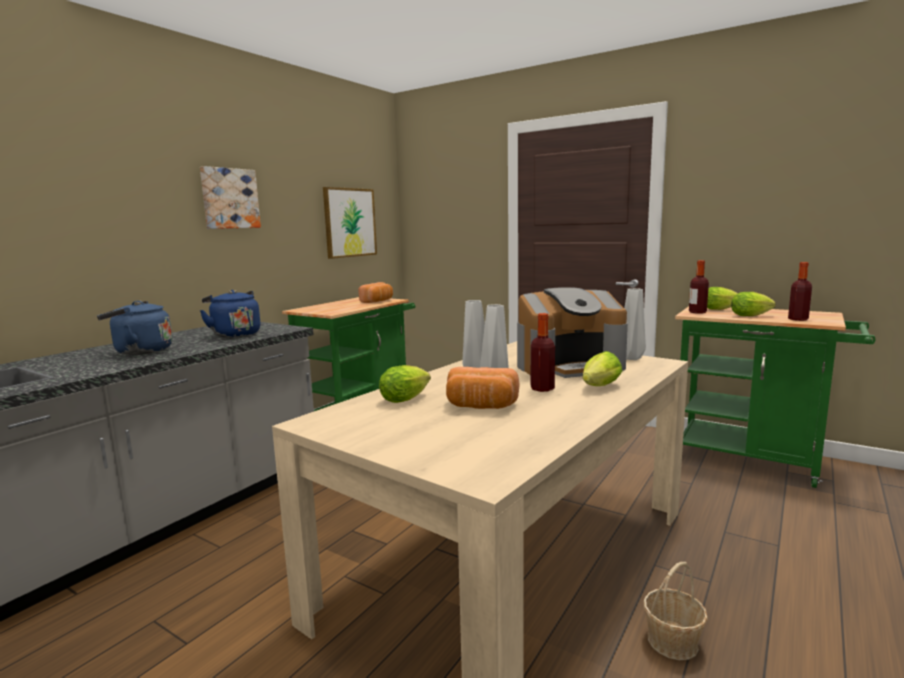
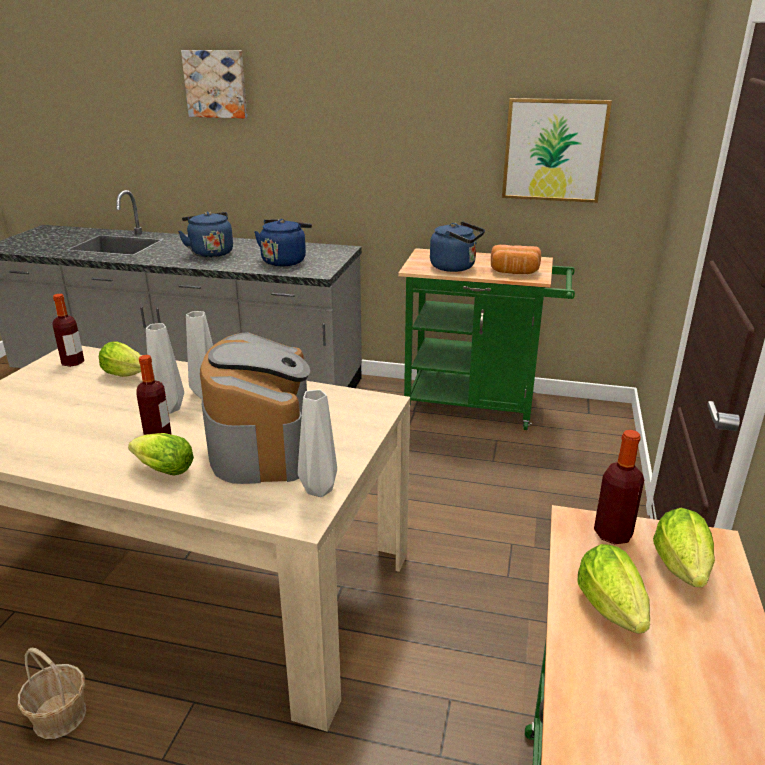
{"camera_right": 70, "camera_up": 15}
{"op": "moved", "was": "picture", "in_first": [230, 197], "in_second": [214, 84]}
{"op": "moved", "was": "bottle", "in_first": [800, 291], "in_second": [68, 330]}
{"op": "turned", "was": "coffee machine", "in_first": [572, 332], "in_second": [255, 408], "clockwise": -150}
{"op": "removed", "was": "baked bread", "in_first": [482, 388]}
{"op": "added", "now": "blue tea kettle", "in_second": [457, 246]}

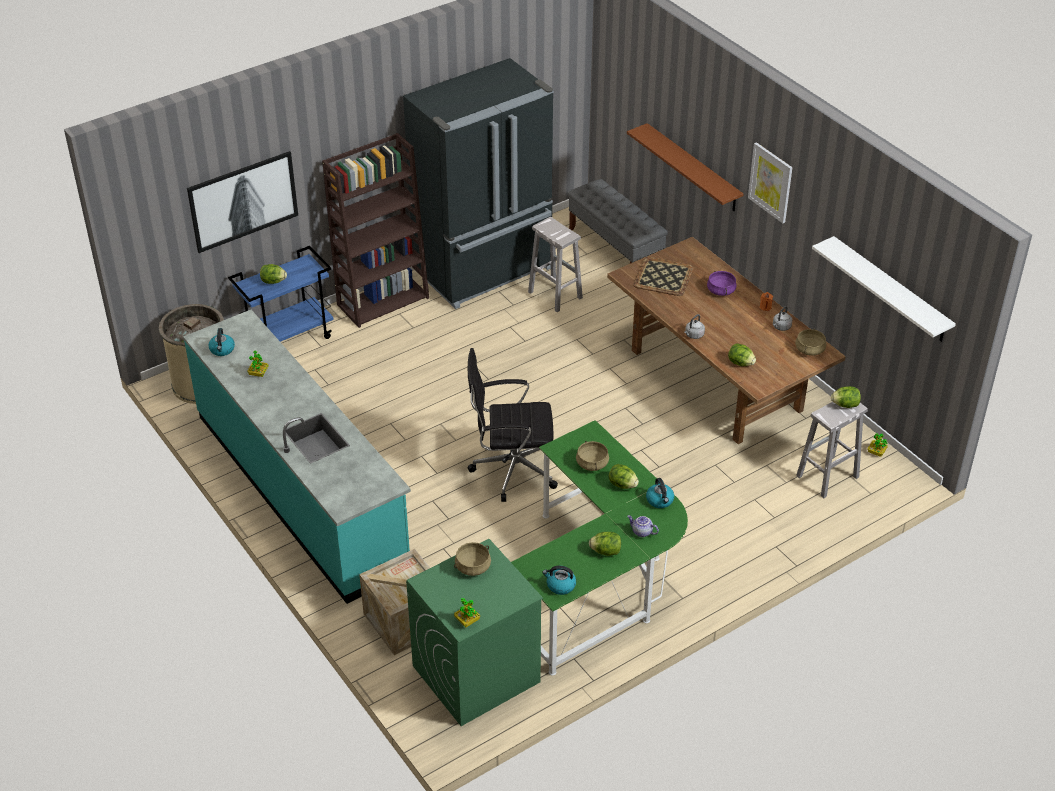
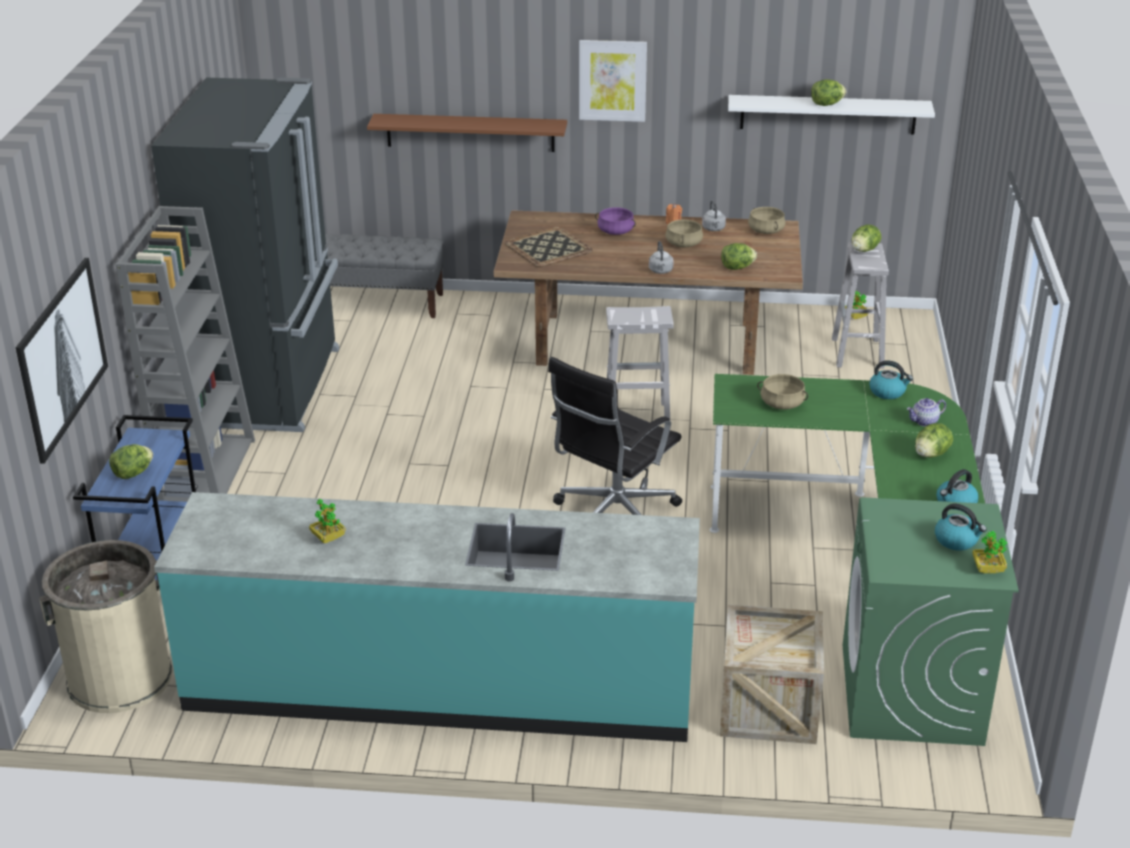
{"camera_right": -50, "camera_up": -10}
{"op": "recoloured", "was": "brownish bookcase", "now": "grey bookcase", "in_first": [375, 230], "in_second": [185, 354]}
{"op": "moved", "was": "whitish stool", "in_first": [555, 264], "in_second": [640, 367]}
{"op": "moved", "was": "tea kettle", "in_first": [222, 342], "in_second": [961, 527]}
{"op": "moved", "was": "head of lettuce", "in_first": [624, 476], "in_second": [828, 92]}
{"op": "moved", "was": "sand-coloured saucepot", "in_first": [472, 559], "in_second": [684, 233]}

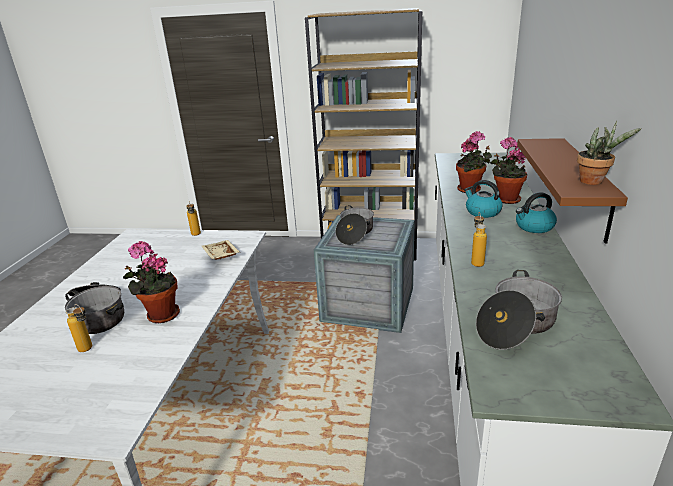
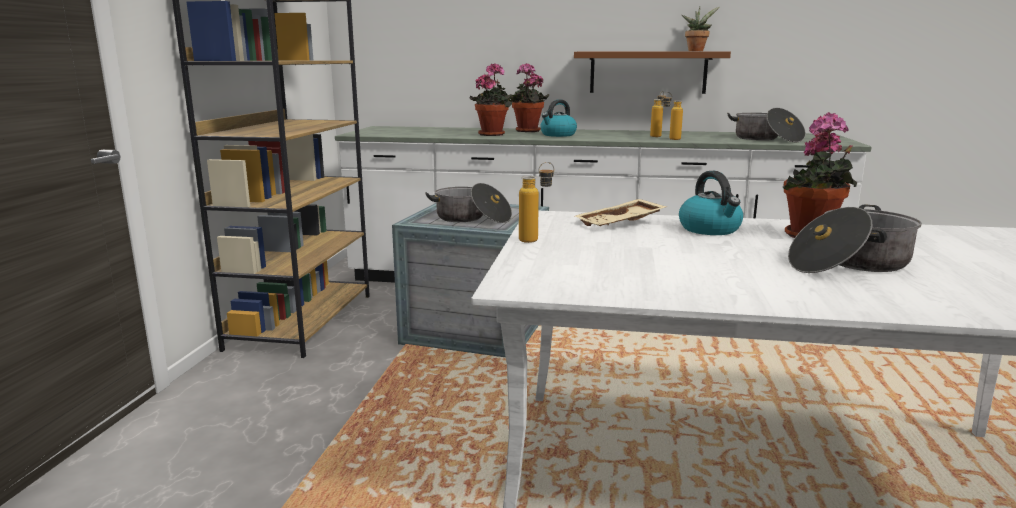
{"camera_right": -90, "camera_up": -10}
{"op": "moved", "was": "tea kettle", "in_first": [536, 212], "in_second": [711, 203]}
{"op": "moved", "was": "bottle", "in_first": [79, 328], "in_second": [658, 114]}

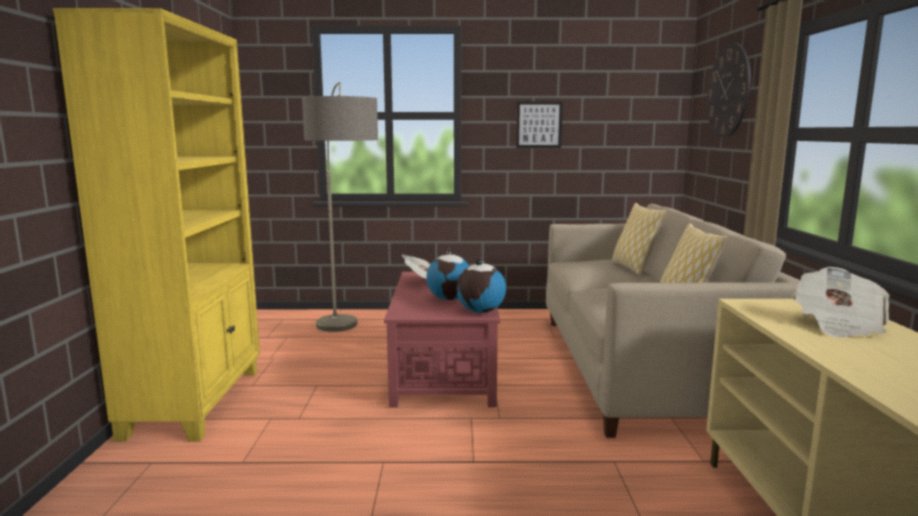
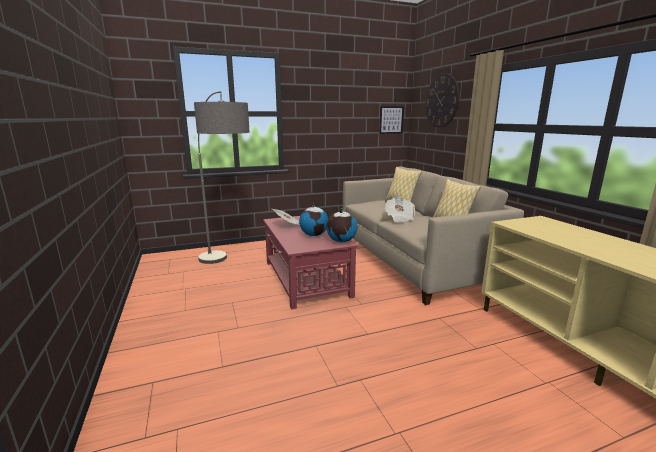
{"camera_right": -20, "camera_up": 5}
{"op": "removed", "was": "yellow-coloured bookcase", "in_first": [156, 225]}
{"op": "moved", "was": "picture", "in_first": [539, 125], "in_second": [391, 120]}
{"op": "moved", "was": "newspaper", "in_first": [841, 302], "in_second": [399, 210]}

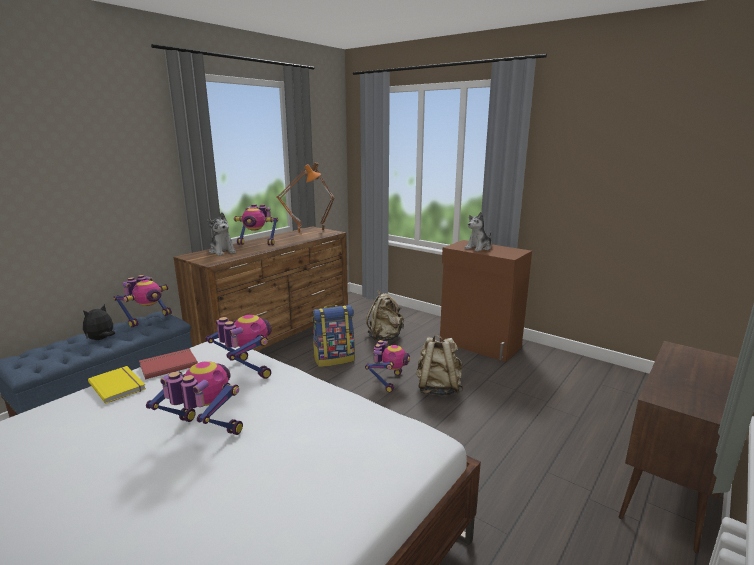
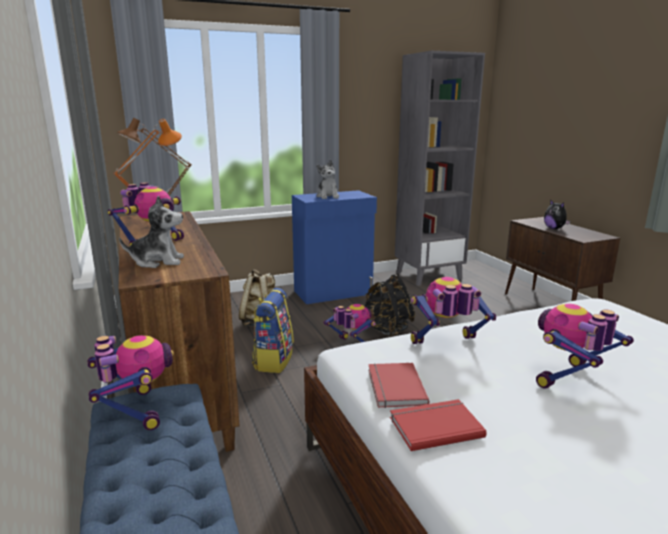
{"camera_right": -60, "camera_up": 0}
{"op": "recoloured", "was": "brownish cupboard", "now": "blue cupboard", "in_first": [486, 301], "in_second": [334, 247]}
{"op": "moved", "was": "soft toy", "in_first": [99, 322], "in_second": [557, 214]}
{"op": "recoloured", "was": "sand-coloured rucksack", "now": "black-coloured rucksack", "in_first": [439, 365], "in_second": [390, 306]}
{"op": "recoloured", "was": "yellow-coloured bound book", "now": "red-coloured bound book", "in_first": [117, 385], "in_second": [438, 425]}
{"op": "added", "now": "grey bookcase", "in_second": [440, 168]}

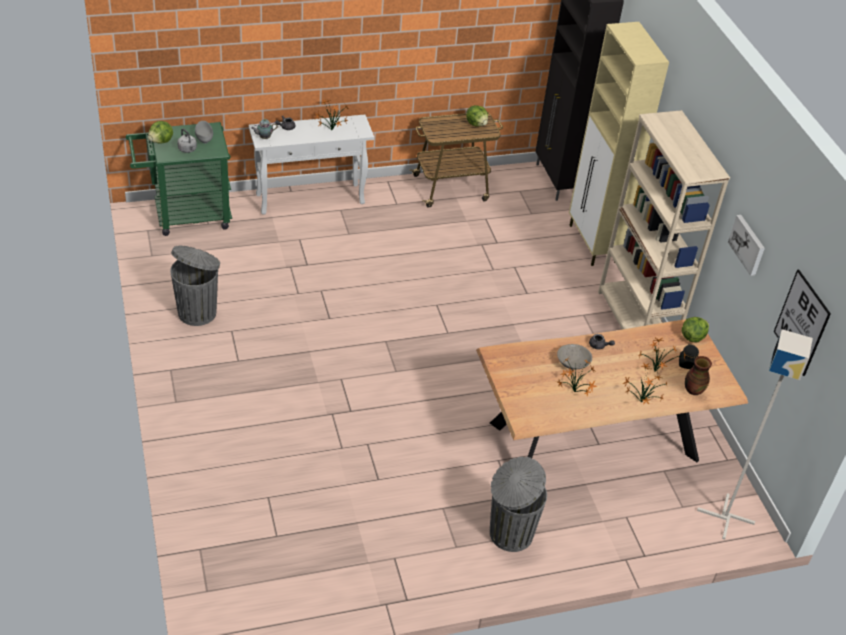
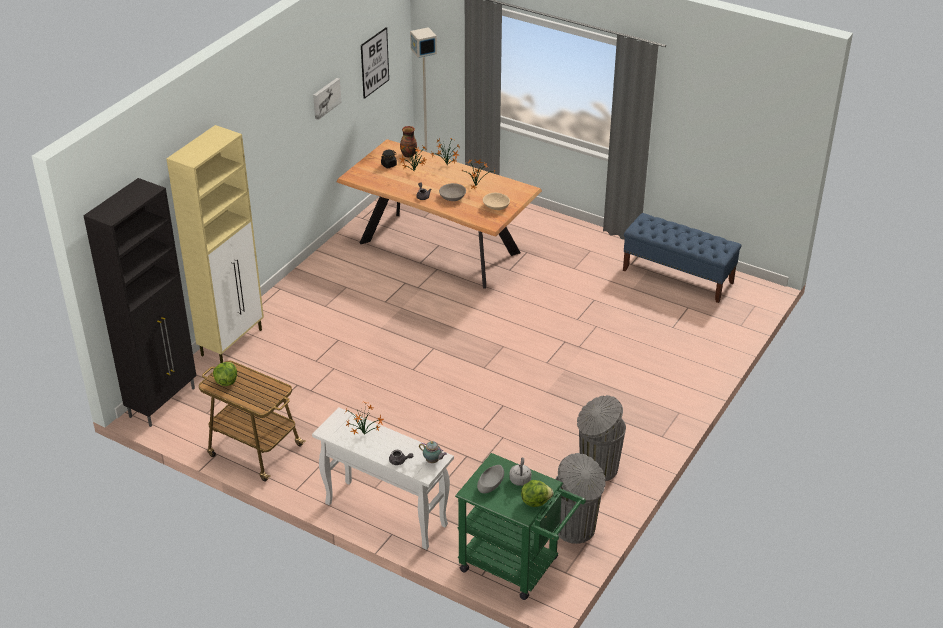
{"camera_right": -130, "camera_up": -5}
{"op": "removed", "was": "sand-coloured bookcase", "in_first": [664, 220]}
{"op": "removed", "was": "head of lettuce", "in_first": [695, 330]}
{"op": "moved", "was": "grey waste bin", "in_first": [518, 504], "in_second": [580, 498]}
{"op": "added", "now": "sand-coloured bowl", "in_second": [496, 201]}
{"op": "added", "now": "blue long seat", "in_second": [682, 258]}

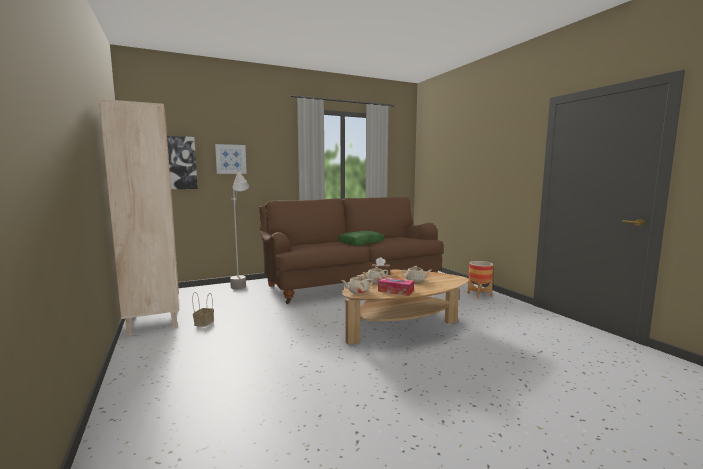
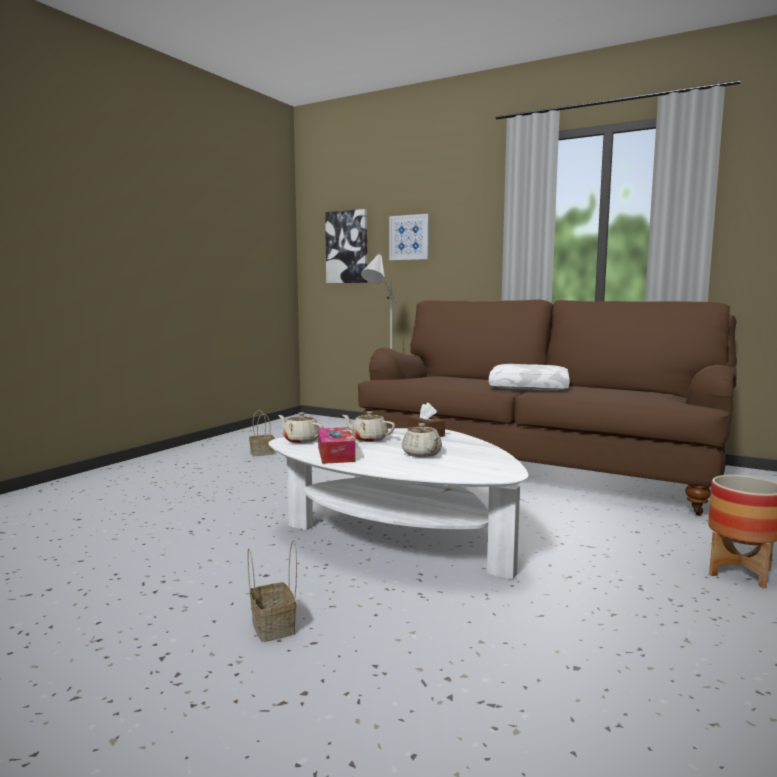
{"camera_right": 55, "camera_up": 0}
{"op": "removed", "was": "sand-coloured bookcase", "in_first": [139, 217]}
{"op": "recoloured", "was": "greenish pillow", "now": "whitish pillow", "in_first": [361, 238], "in_second": [529, 377]}
{"op": "recoloured", "was": "brownish coffee table", "now": "whitish coffee table", "in_first": [405, 307], "in_second": [398, 504]}
{"op": "added", "now": "household basket", "in_second": [272, 591]}

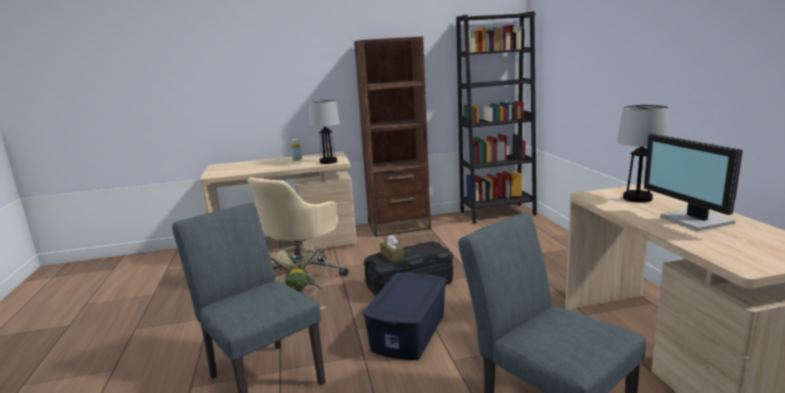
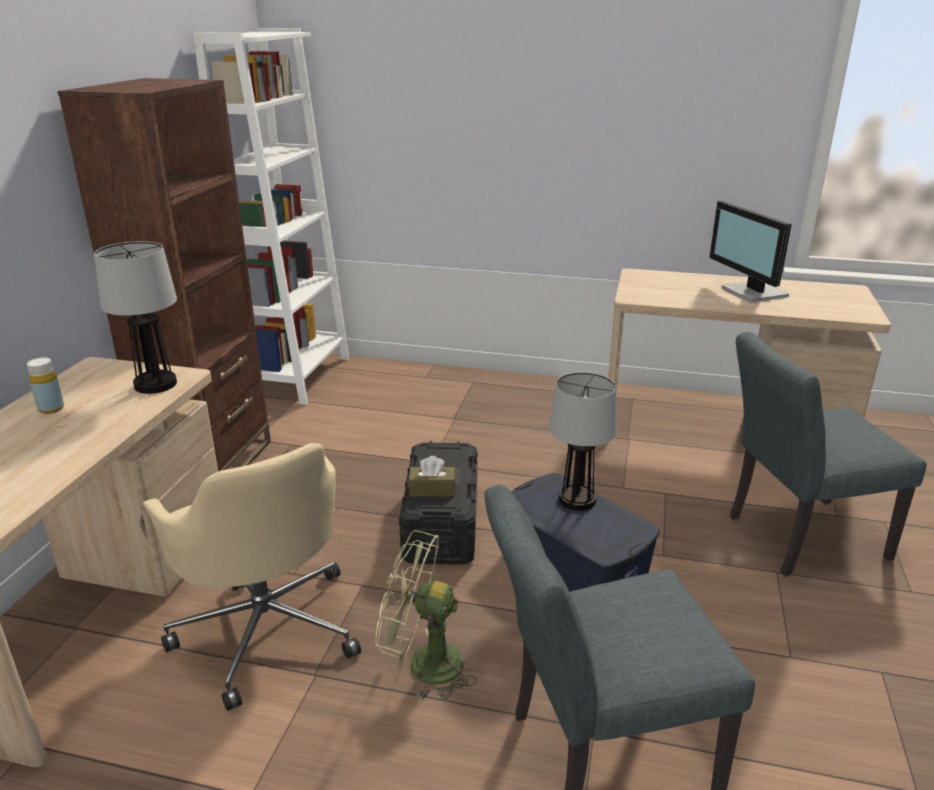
{"camera_right": -65, "camera_up": 10}
{"op": "recoloured", "was": "black-coloured bookcase", "now": "whitish bookcase", "in_first": [496, 117], "in_second": [271, 216]}
{"op": "moved", "was": "lamp for a table", "in_first": [643, 154], "in_second": [582, 441]}
{"op": "turned", "was": "monitor", "in_first": [693, 182], "in_second": [750, 252], "clockwise": 60}

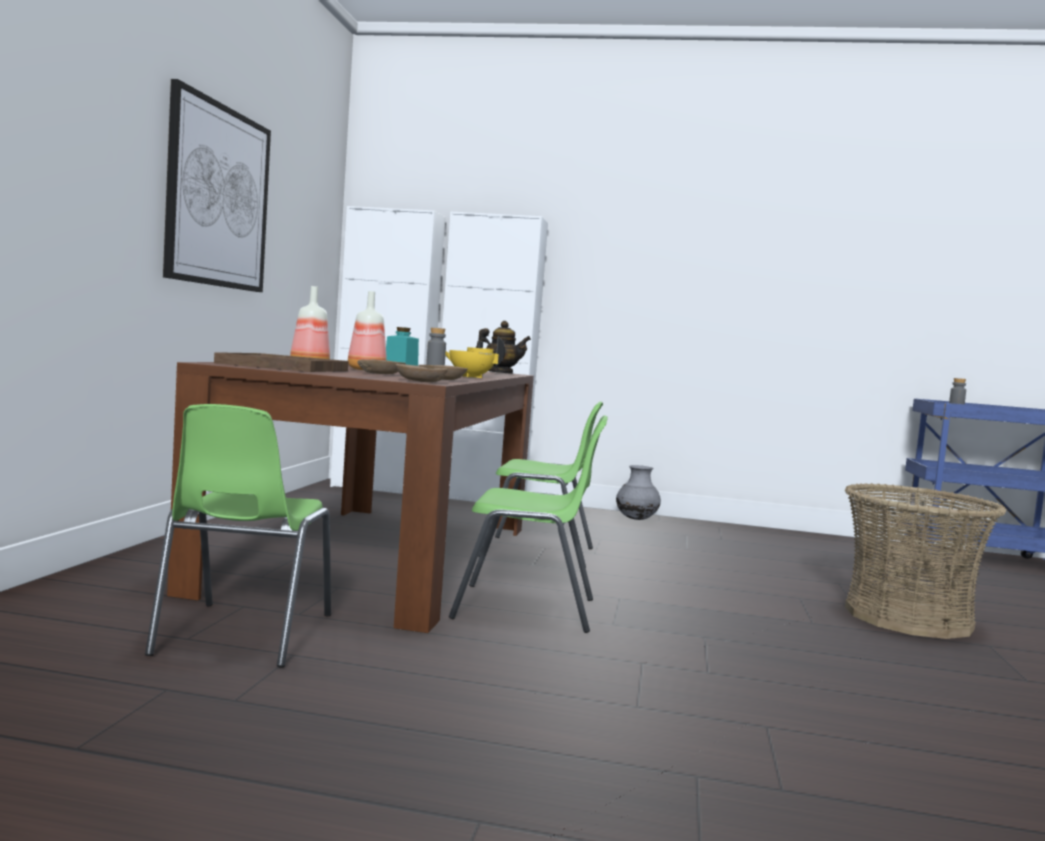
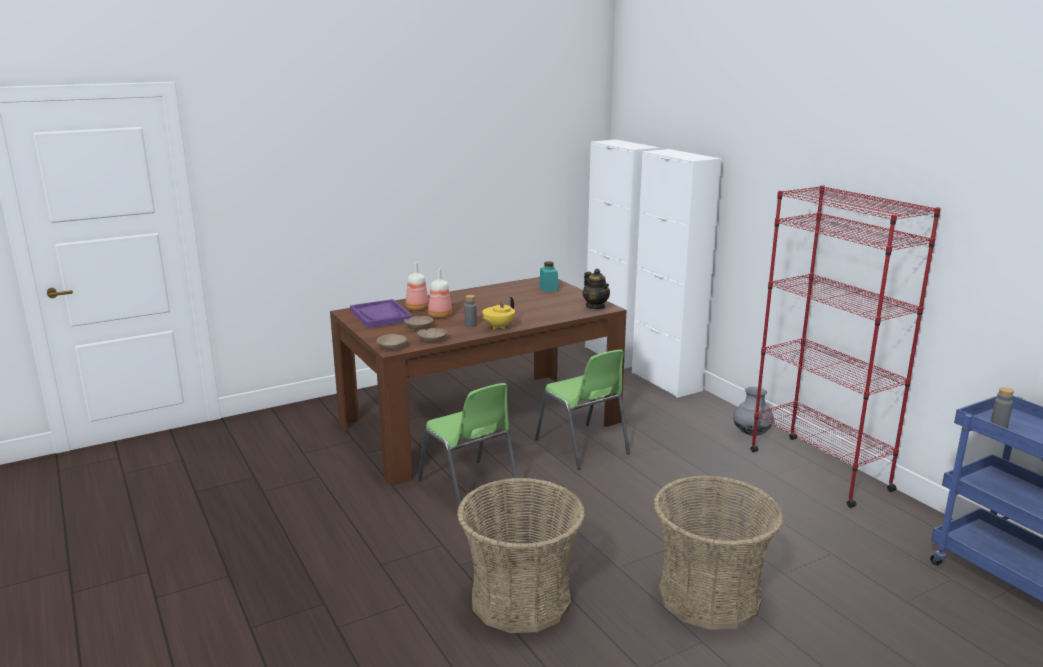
{"camera_right": 50, "camera_up": 15}
{"op": "removed", "was": "picture", "in_first": [217, 185]}
{"op": "turned", "was": "yellow-coloured tea pot", "in_first": [475, 357], "in_second": [498, 313], "clockwise": -120}
{"op": "recoloured", "was": "brownish serving tray", "now": "purple serving tray", "in_first": [281, 362], "in_second": [381, 313]}
{"op": "removed", "was": "greenish chair", "in_first": [238, 536]}
{"op": "added", "now": "red-coloured bookcase", "in_second": [845, 346]}
{"op": "added", "now": "household basket", "in_second": [521, 555]}

